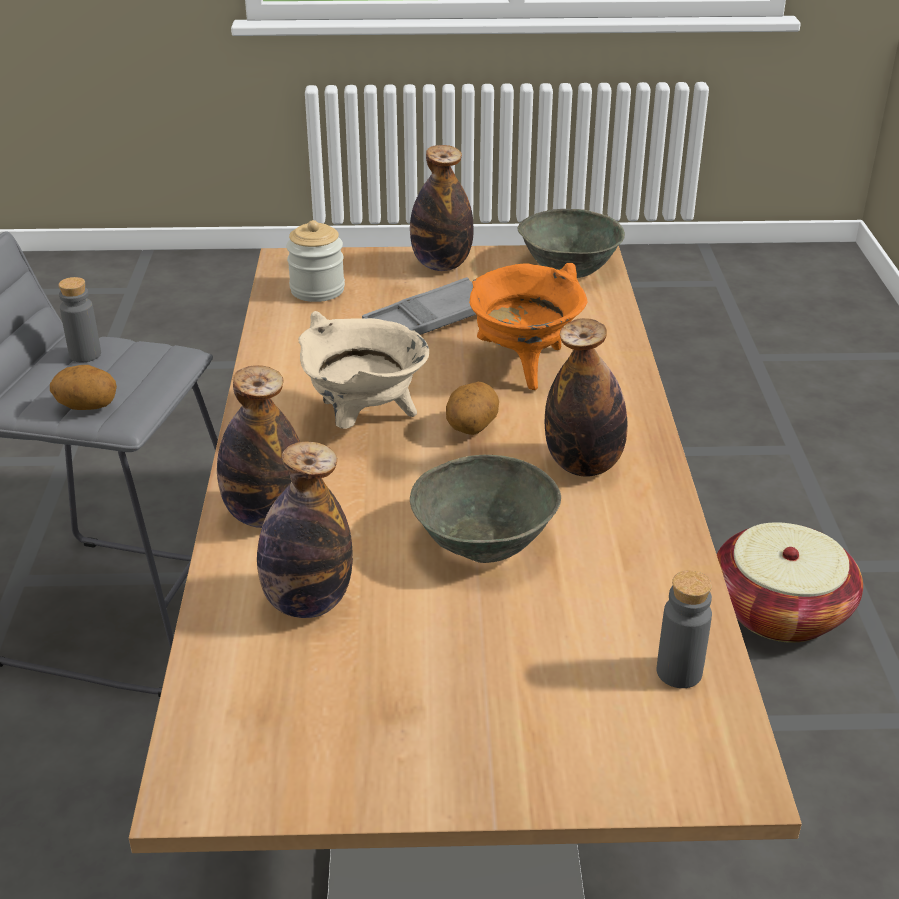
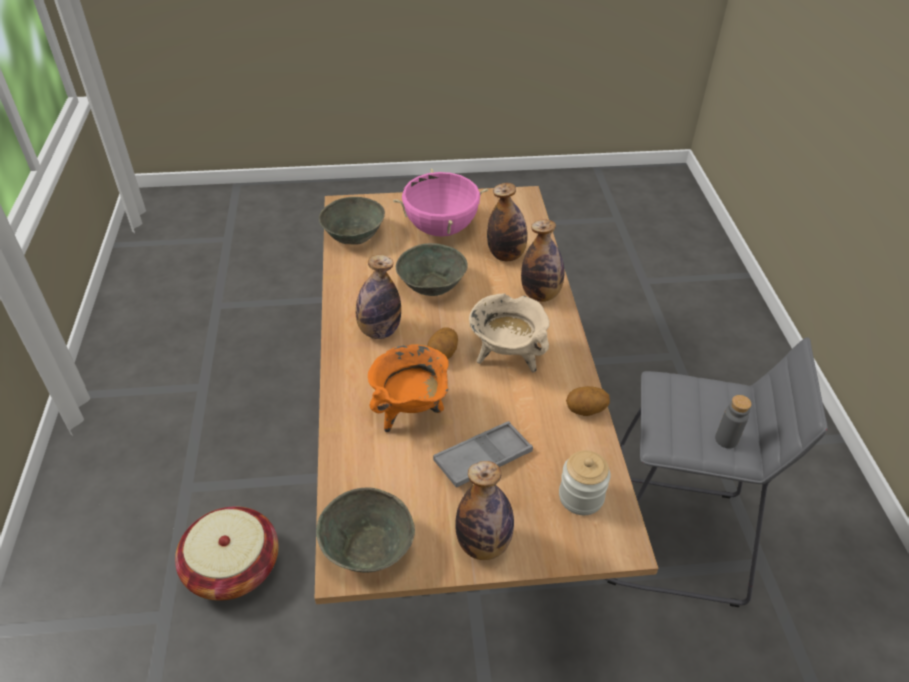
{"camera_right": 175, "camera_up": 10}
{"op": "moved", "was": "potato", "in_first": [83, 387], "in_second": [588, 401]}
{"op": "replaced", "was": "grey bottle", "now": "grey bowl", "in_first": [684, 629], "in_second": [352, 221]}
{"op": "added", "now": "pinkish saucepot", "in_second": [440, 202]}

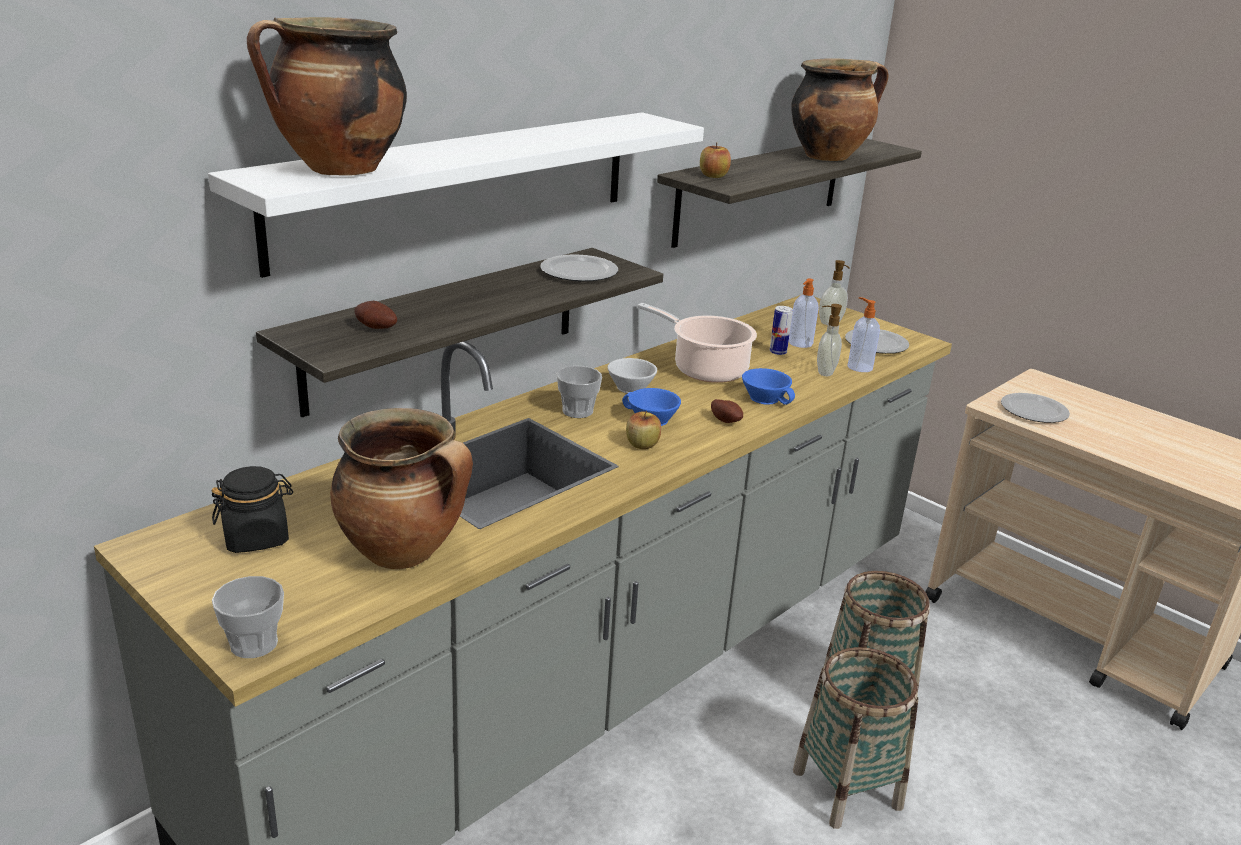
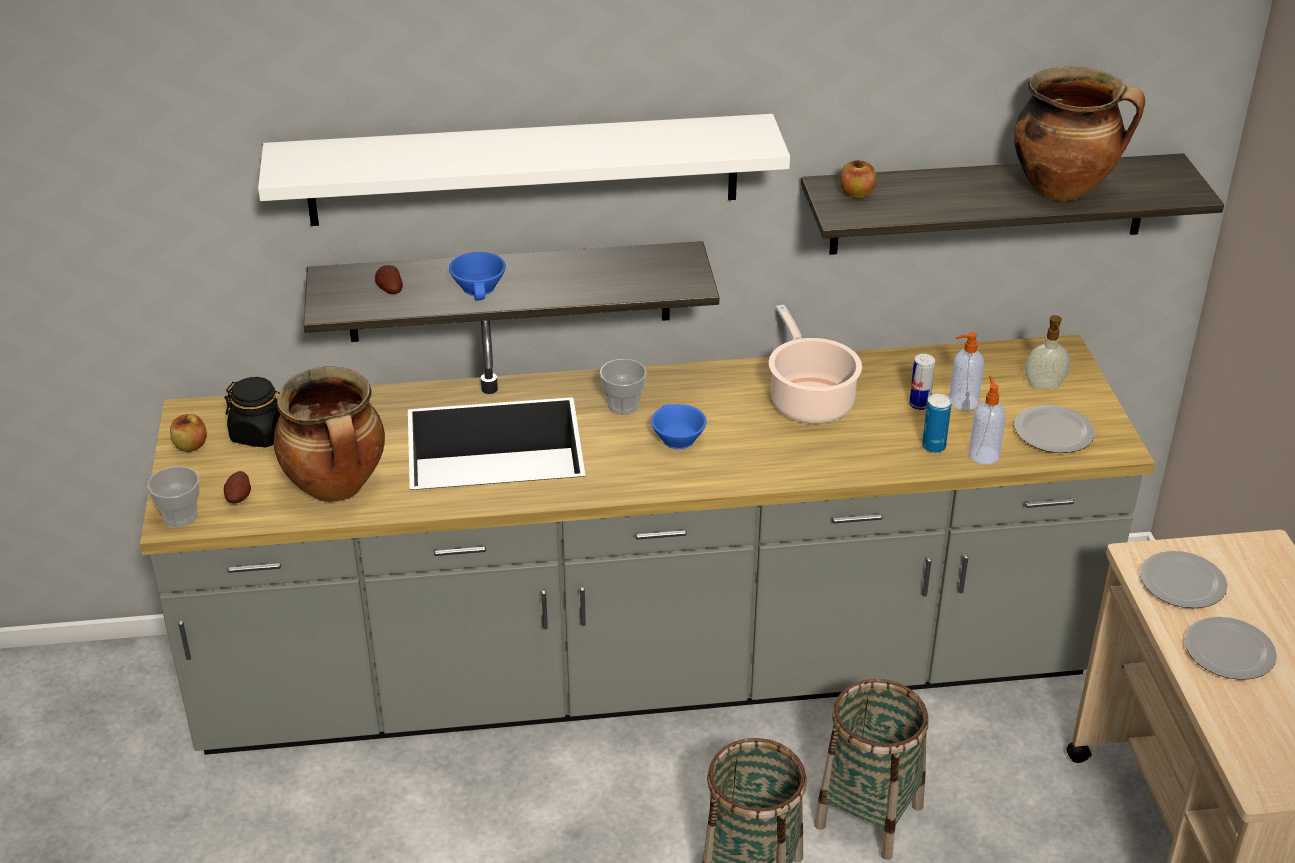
{"camera_right": 40, "camera_up": 10}
{"op": "removed", "was": "saucepot", "in_first": [327, 96]}
{"op": "moved", "was": "dinner plate", "in_first": [579, 268], "in_second": [1230, 648]}
{"op": "replaced", "was": "liquid soap bottle", "now": "metal can", "in_first": [829, 340], "in_second": [936, 423]}
{"op": "removed", "was": "whitish small cup", "in_first": [632, 375]}
{"op": "moved", "was": "blue small cup", "in_first": [768, 386], "in_second": [477, 276]}
{"op": "moved", "was": "potato", "in_first": [727, 411], "in_second": [237, 487]}
{"op": "moved", "was": "whole apple", "in_first": [643, 430], "in_second": [188, 433]}

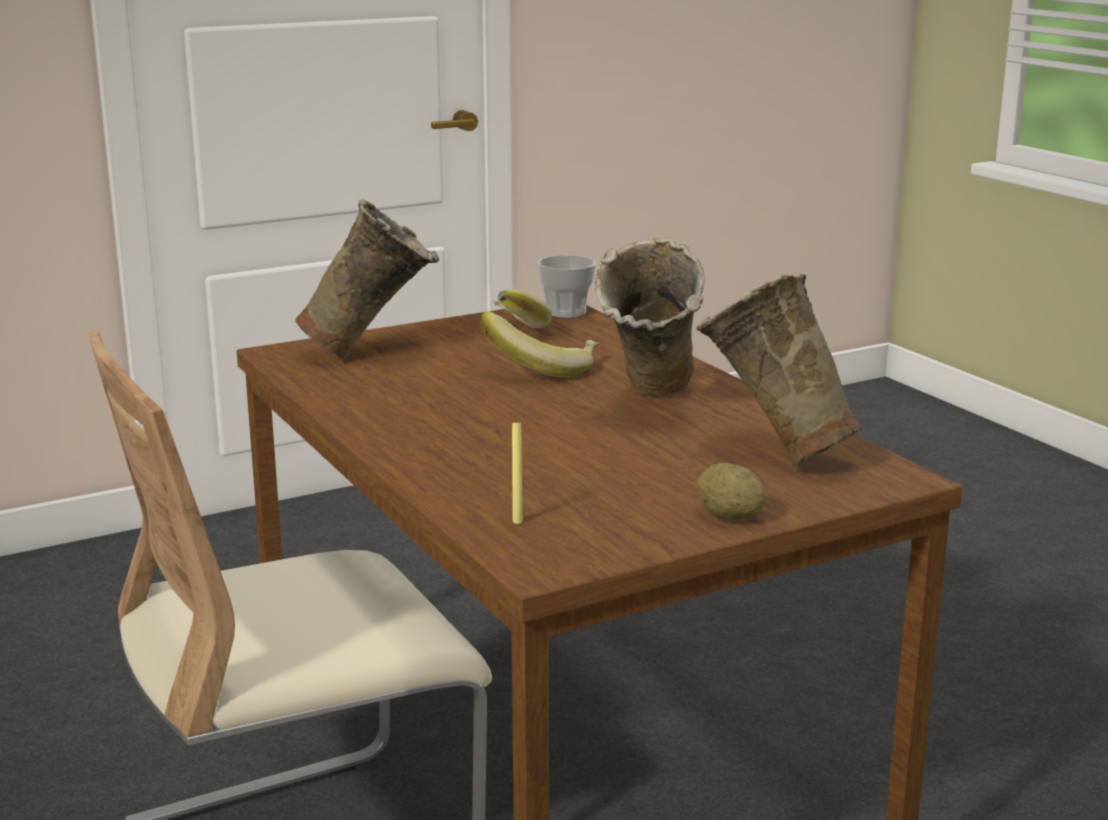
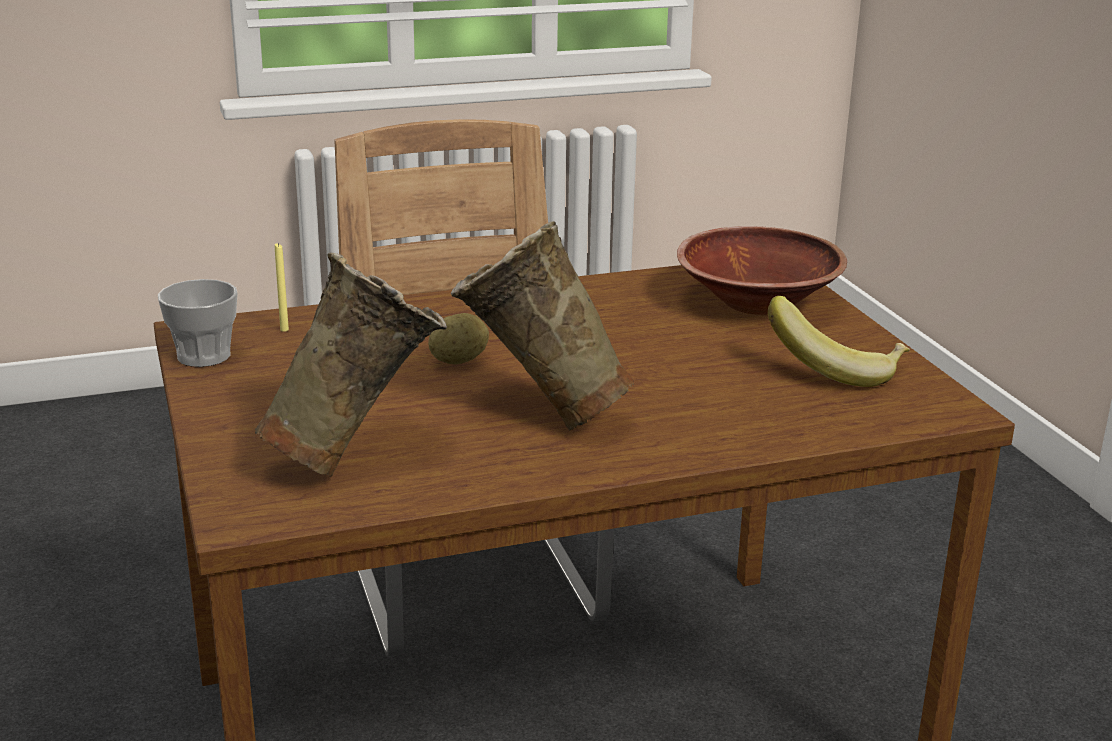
{"camera_right": 100, "camera_up": 5}
{"op": "replaced", "was": "sand-coloured flower vase", "now": "brownish bowl", "in_first": [367, 279], "in_second": [762, 270]}
{"op": "moved", "was": "small cup", "in_first": [566, 286], "in_second": [198, 323]}
{"op": "removed", "was": "banana fruit", "in_first": [539, 344]}
{"op": "moved", "was": "potato", "in_first": [731, 492], "in_second": [458, 338]}

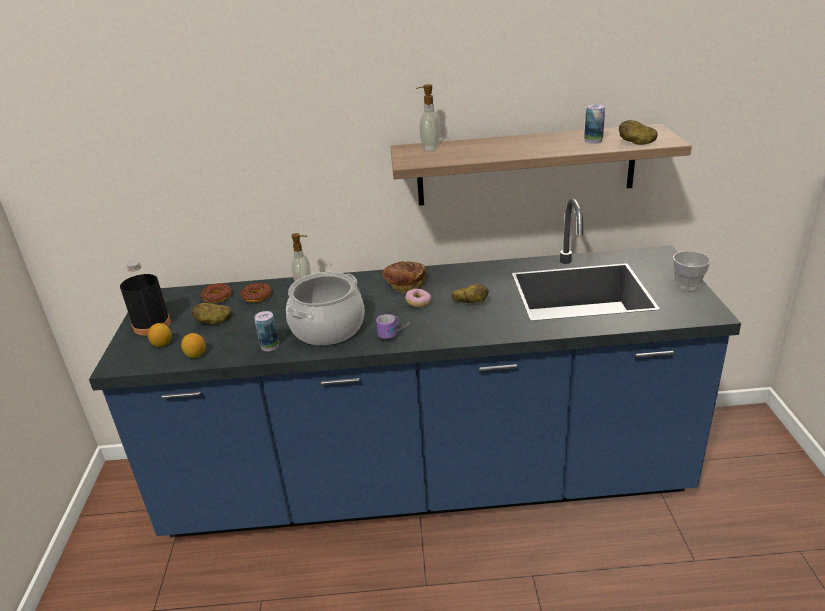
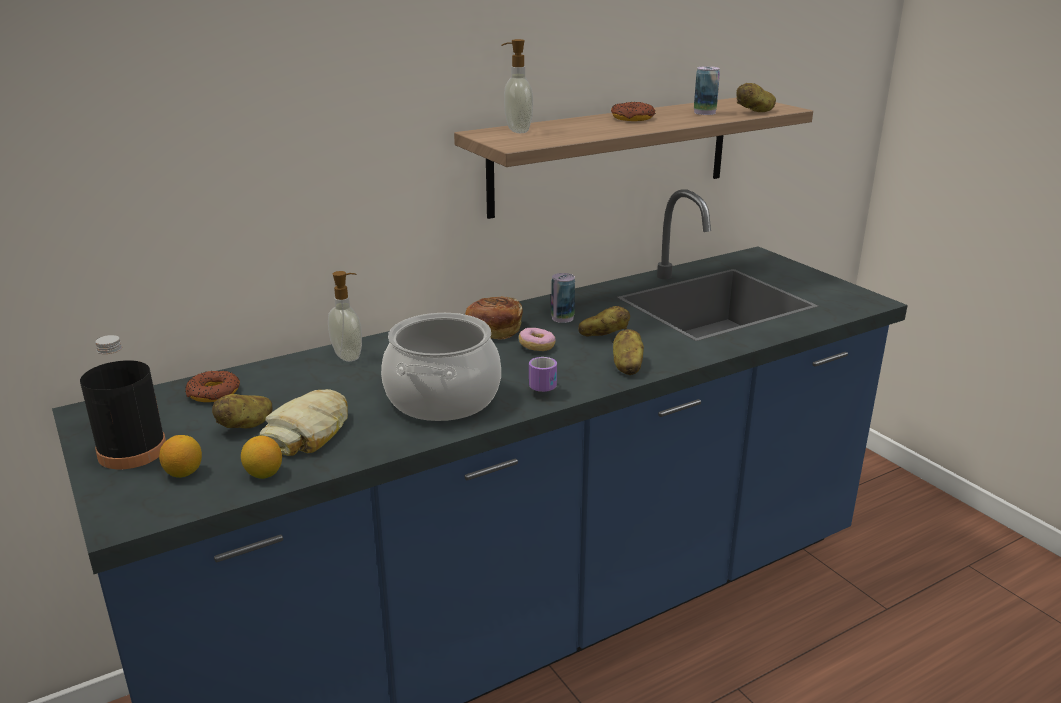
{"camera_right": -30, "camera_up": -5}
{"op": "removed", "was": "small cup", "in_first": [692, 271]}
{"op": "moved", "was": "donut", "in_first": [256, 292], "in_second": [633, 111]}
{"op": "moved", "was": "metal can", "in_first": [266, 331], "in_second": [563, 298]}
{"op": "added", "now": "potato", "in_second": [628, 352]}
{"op": "added", "now": "baked bread", "in_second": [304, 422]}

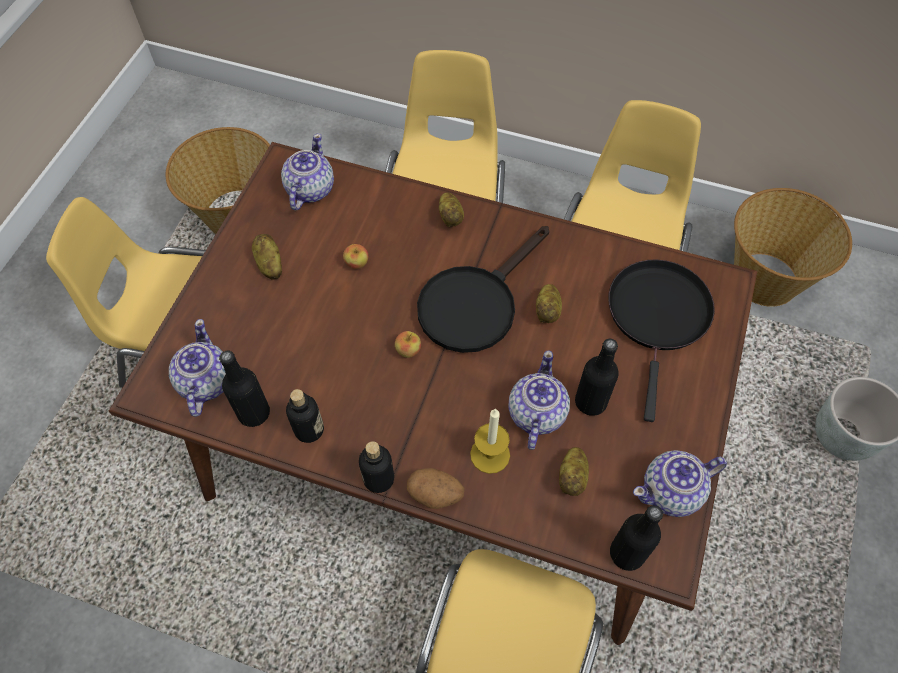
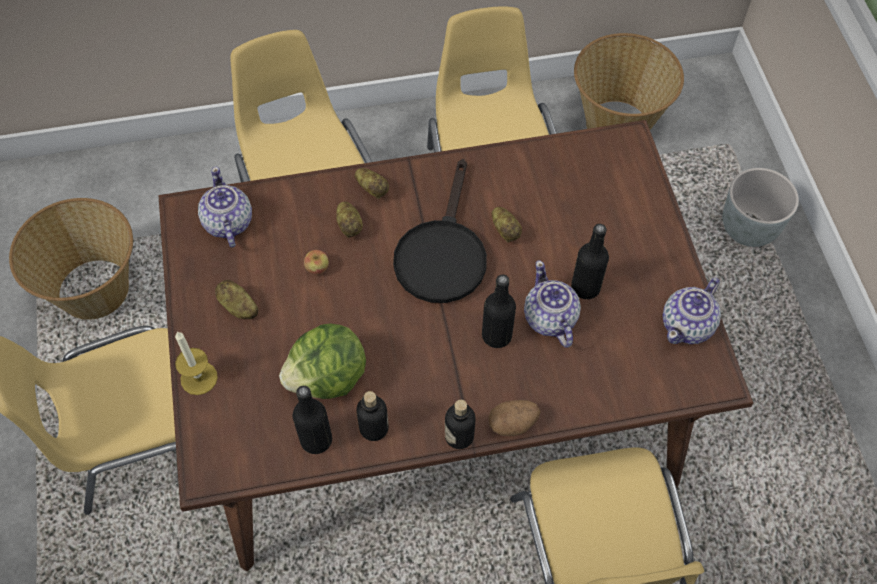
{"camera_right": -30, "camera_up": 0}
{"op": "removed", "was": "black-coloured pan", "in_first": [661, 340]}
{"op": "removed", "was": "tea pot", "in_first": [197, 368]}
{"op": "removed", "was": "whole apple", "in_first": [408, 344]}
{"op": "moved", "was": "candle", "in_first": [490, 441], "in_second": [196, 363]}
{"op": "moved", "was": "potato", "in_first": [574, 471], "in_second": [349, 220]}
{"op": "moved", "was": "black-coloured bottle", "in_first": [636, 538], "in_second": [499, 311]}
{"op": "added", "now": "head of lettuce", "in_second": [322, 361]}

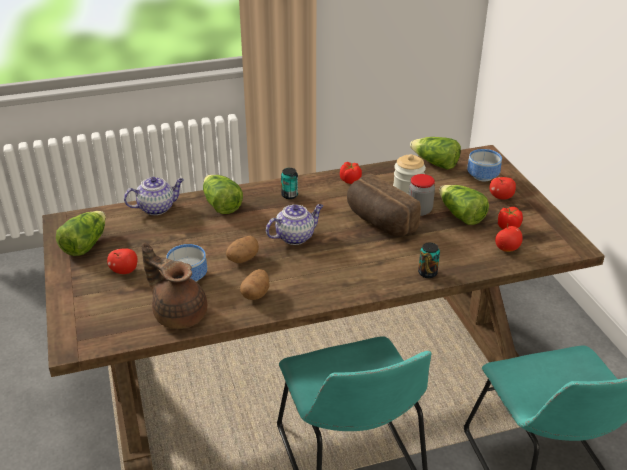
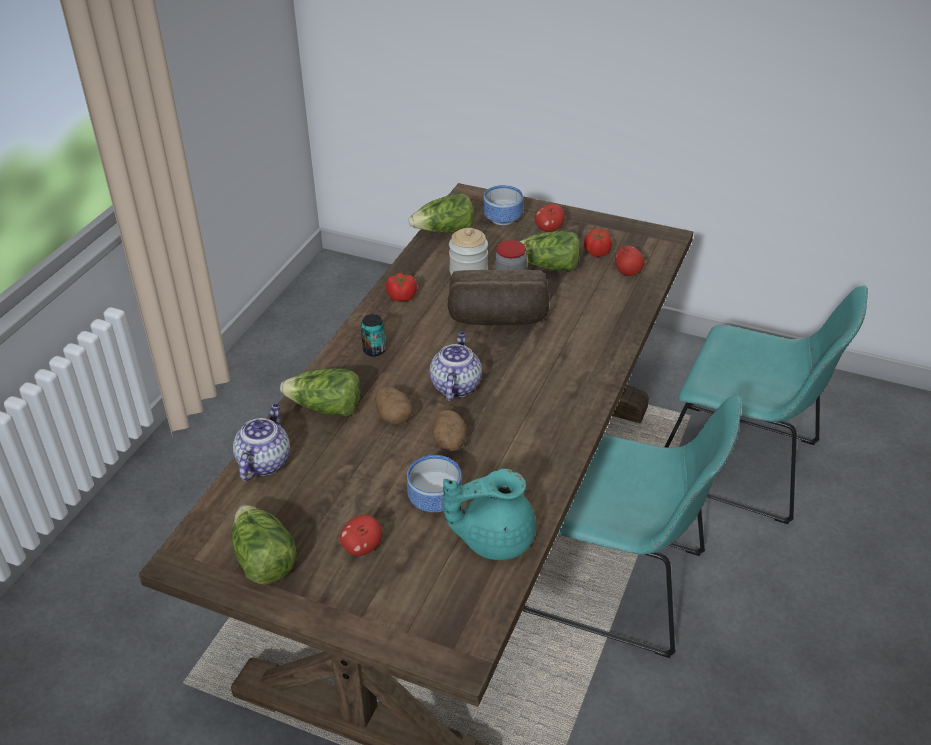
{"camera_right": -50, "camera_up": 5}
{"op": "removed", "was": "metal can", "in_first": [429, 260]}
{"op": "recoloured", "was": "brownish tea pot", "now": "turquoise-coloured tea pot", "in_first": [174, 286], "in_second": [489, 514]}
{"op": "moved", "was": "potato", "in_first": [255, 284], "in_second": [393, 405]}

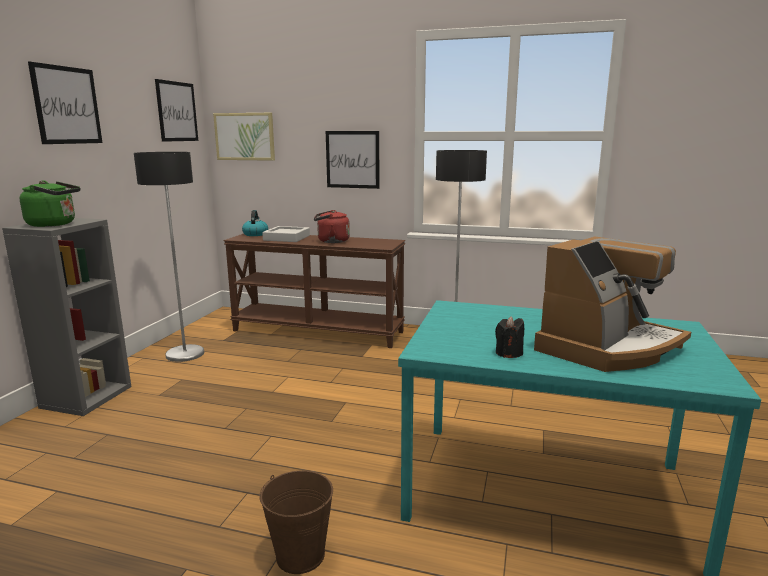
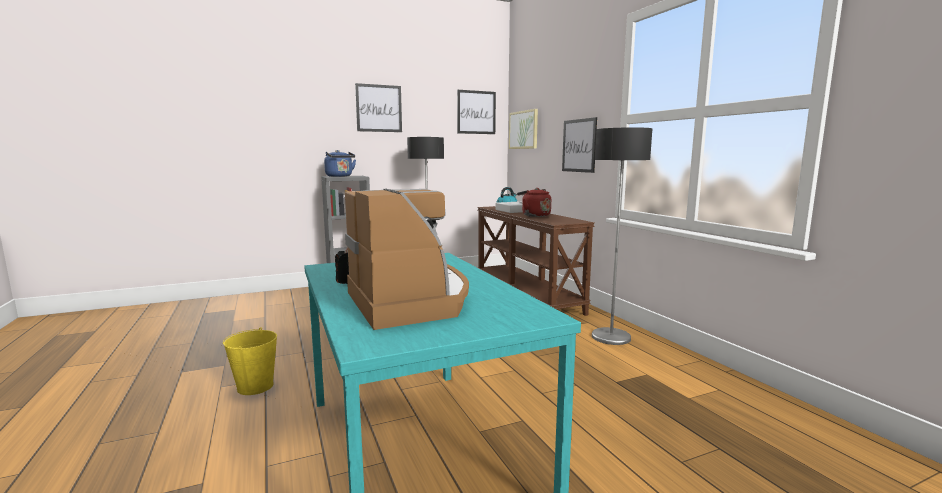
{"camera_right": 50, "camera_up": -5}
{"op": "recoloured", "was": "greenish tea kettle", "now": "blue tea kettle", "in_first": [50, 203], "in_second": [340, 163]}
{"op": "turned", "was": "coffee machine", "in_first": [612, 304], "in_second": [407, 259], "clockwise": -120}
{"op": "recoloured", "was": "brownish pail", "now": "yellow-coloured pail", "in_first": [296, 522], "in_second": [250, 361]}

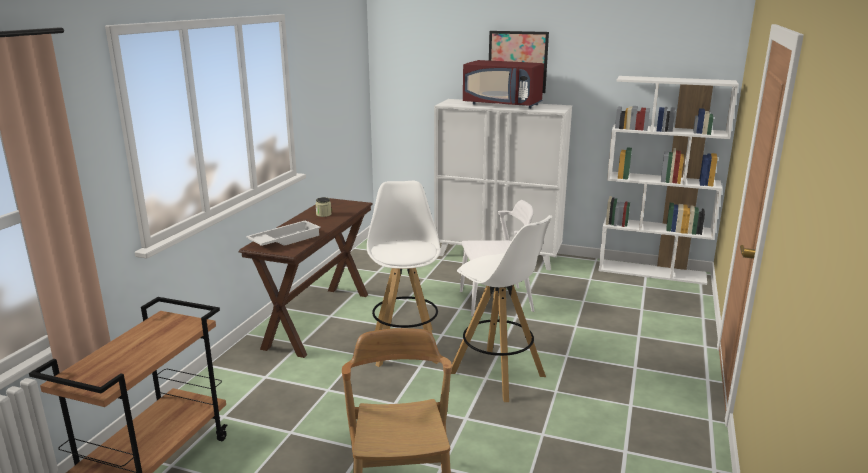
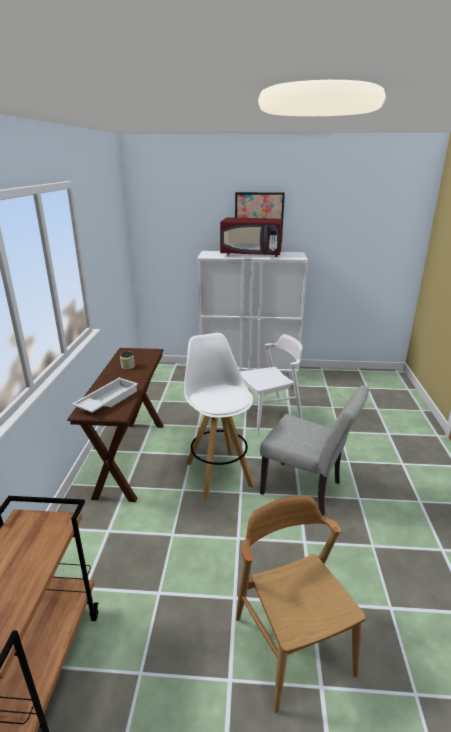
{"camera_right": -15, "camera_up": 5}
{"op": "removed", "was": "whitish bookcase", "in_first": [669, 180]}
{"op": "replaced", "was": "whitish stool", "now": "grey chair", "in_first": [501, 308], "in_second": [314, 450]}

